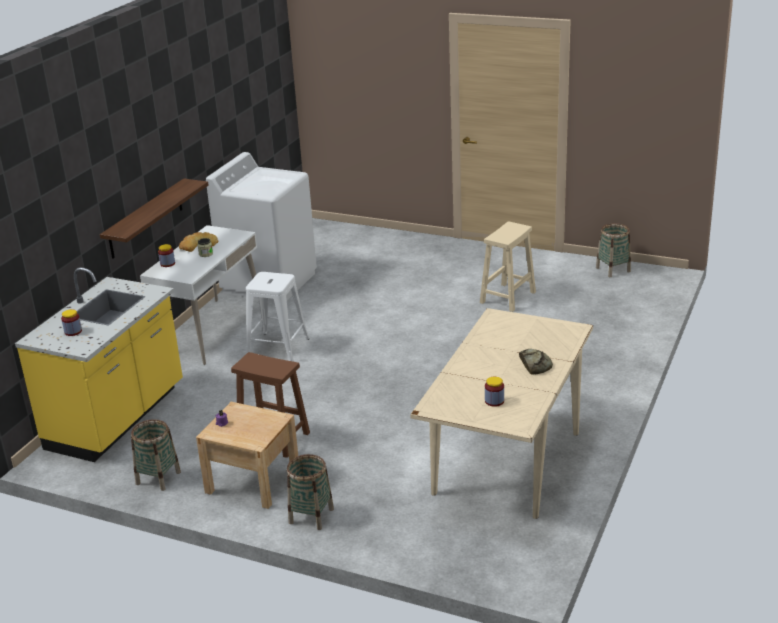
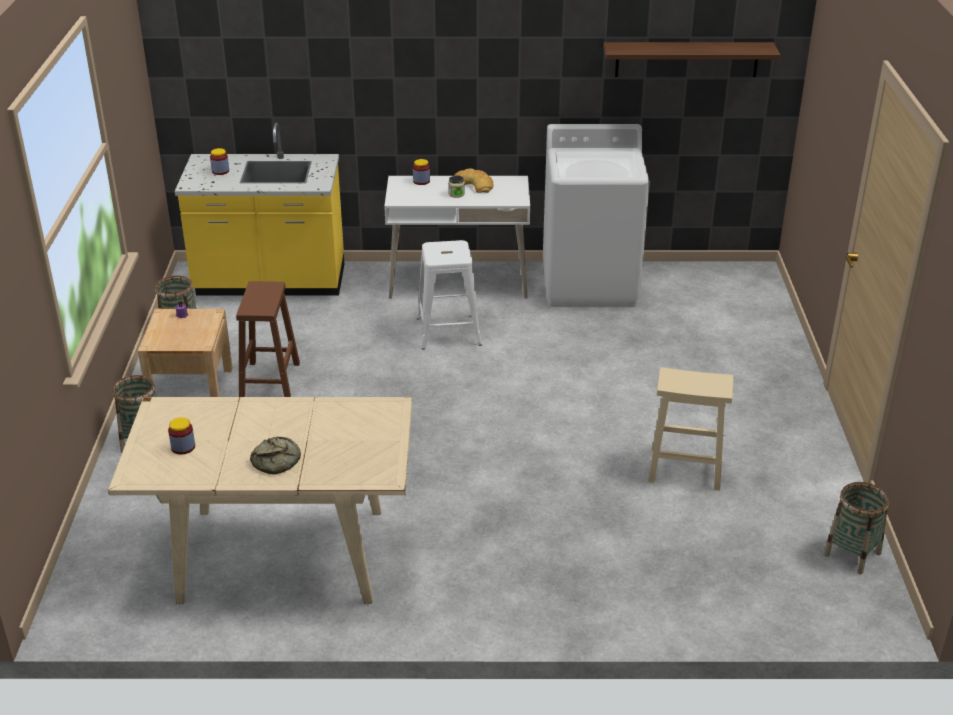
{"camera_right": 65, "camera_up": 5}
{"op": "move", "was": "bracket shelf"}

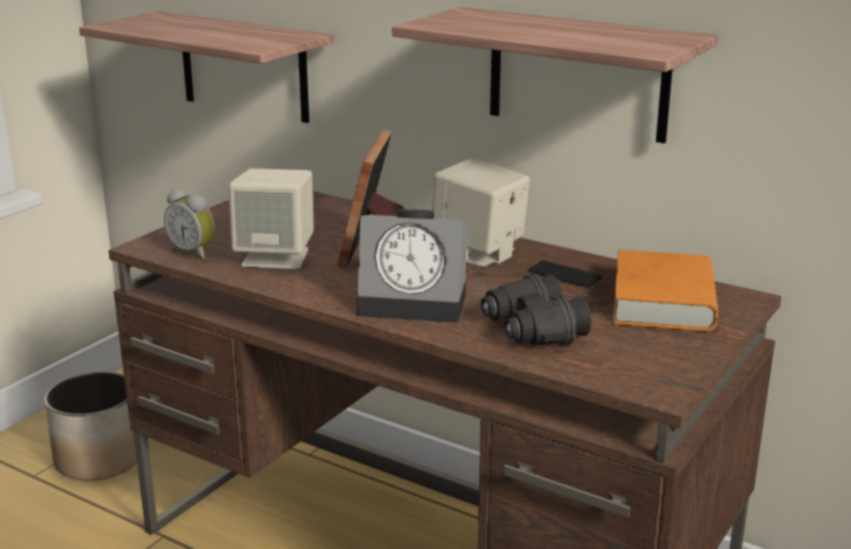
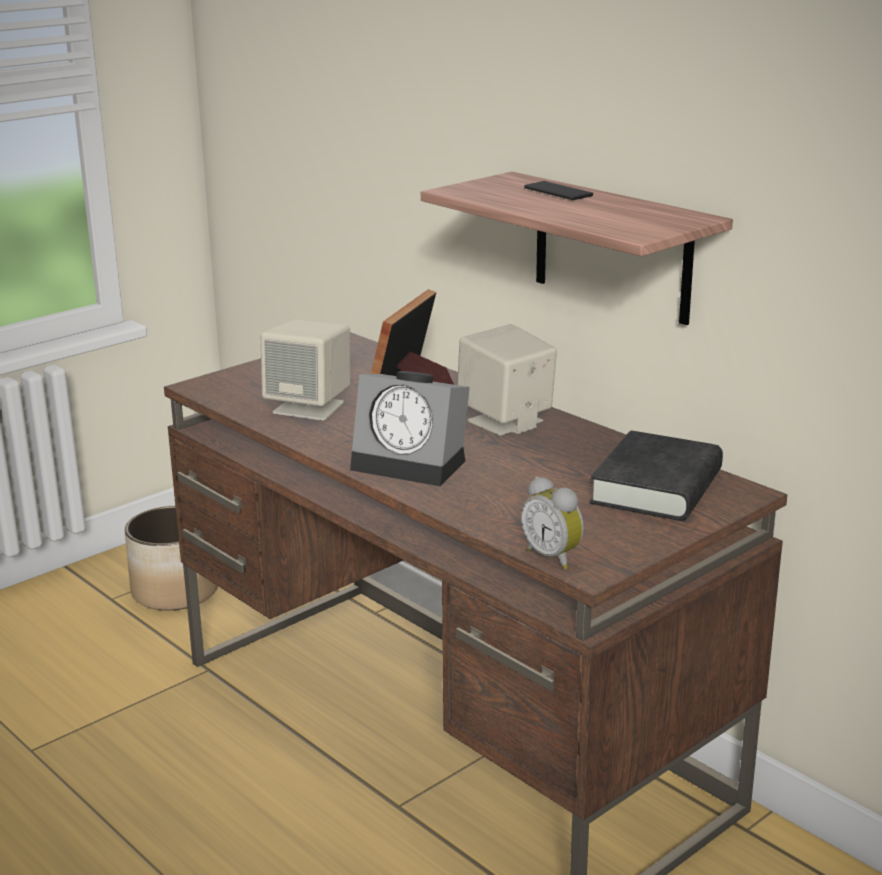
{"camera_right": 15, "camera_up": 0}
{"op": "delete", "was": "bracket shelf (1st from left)"}
{"op": "move", "was": "bedside clock (1st from left in the first image)", "now": "bedside clock (2nd from left)"}
{"op": "delete", "was": "black-coloured binoculars"}
{"op": "move", "was": "telephone"}
{"op": "recolor", "was": "orange volume", "now": "black-coloured volume"}

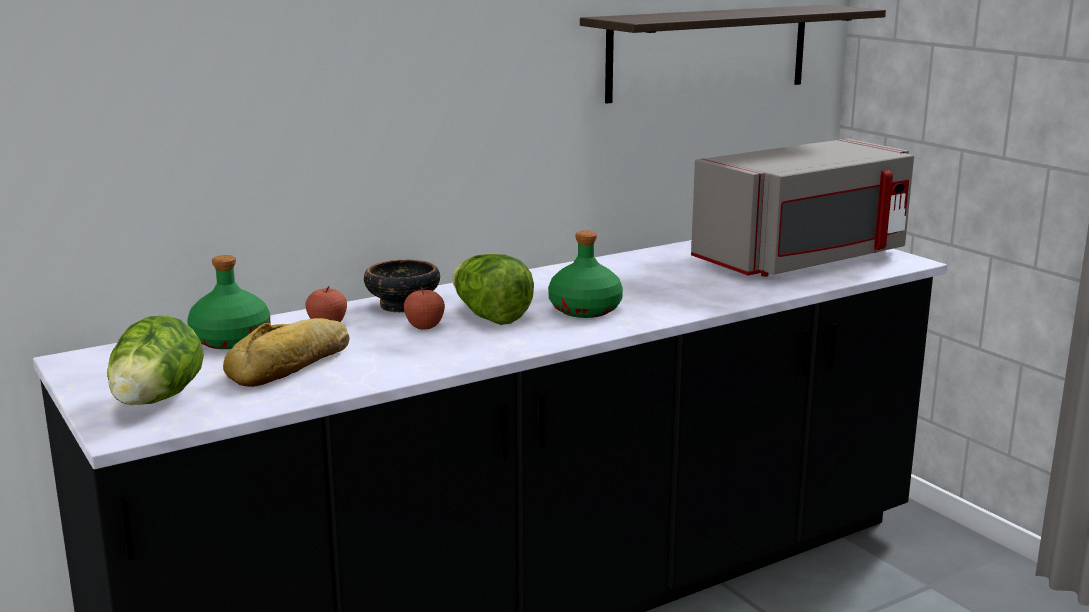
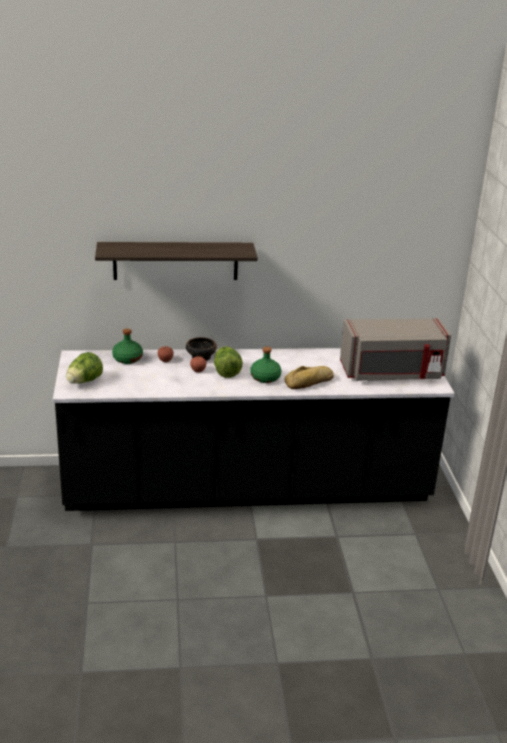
{"camera_right": 25, "camera_up": 10}
{"op": "move", "was": "baked bread"}
{"op": "move", "was": "bracket shelf"}

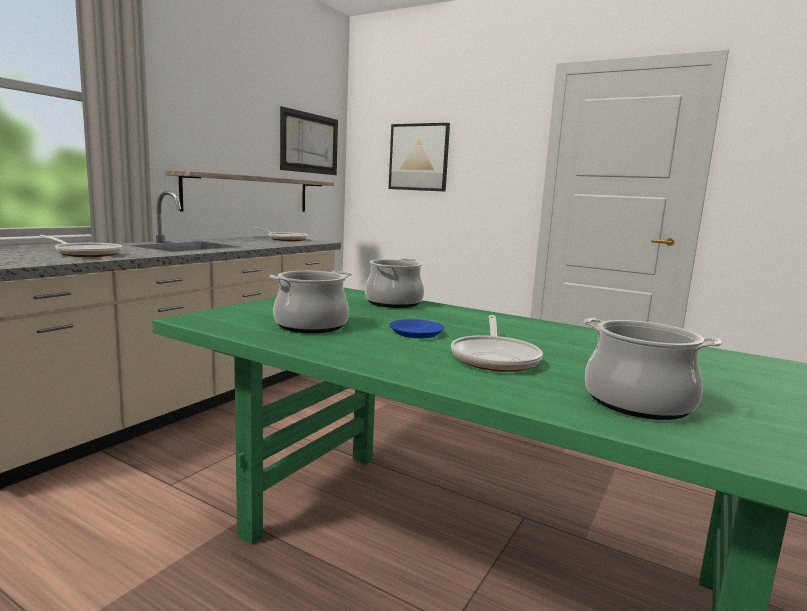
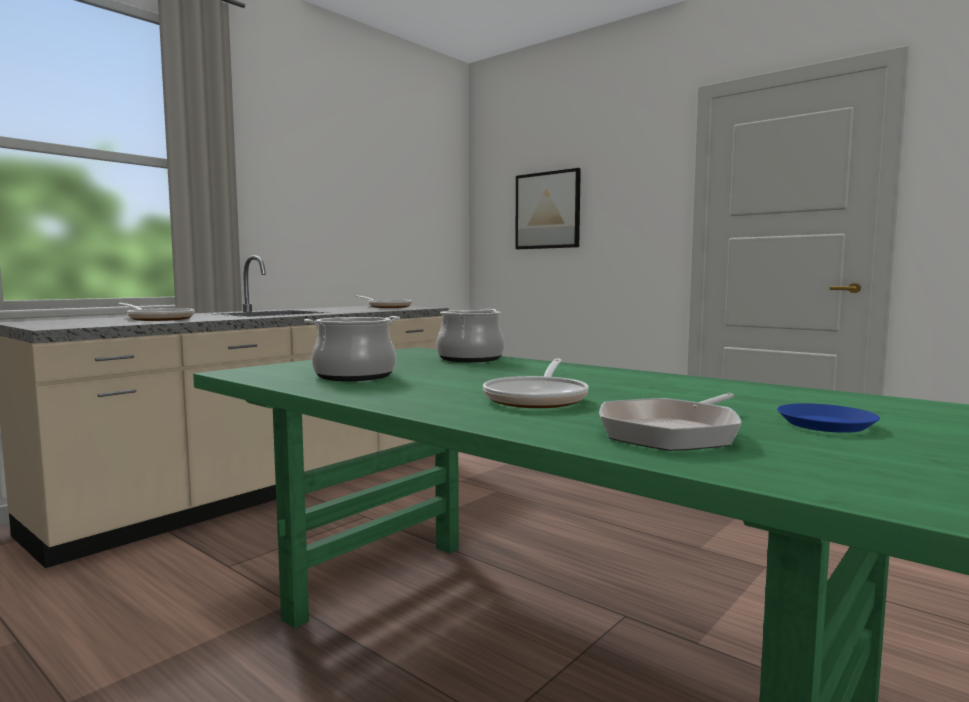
{"camera_right": 10, "camera_up": -5}
{"op": "delete", "was": "bracket shelf"}
{"op": "delete", "was": "picture (1st from left)"}
{"op": "move", "was": "blue-coloured plate"}
{"op": "replace", "was": "stockpot (3rd from left)", "now": "pan (4th from left)"}

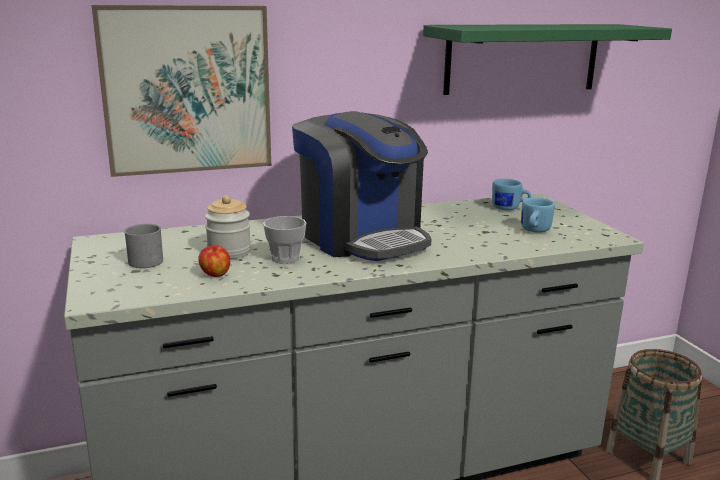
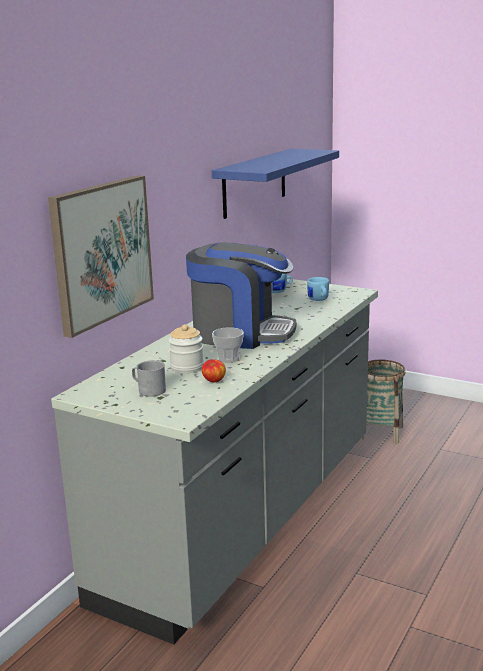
{"camera_right": -40, "camera_up": 0}
{"op": "recolor", "was": "green bracket shelf", "now": "blue-coloured bracket shelf"}

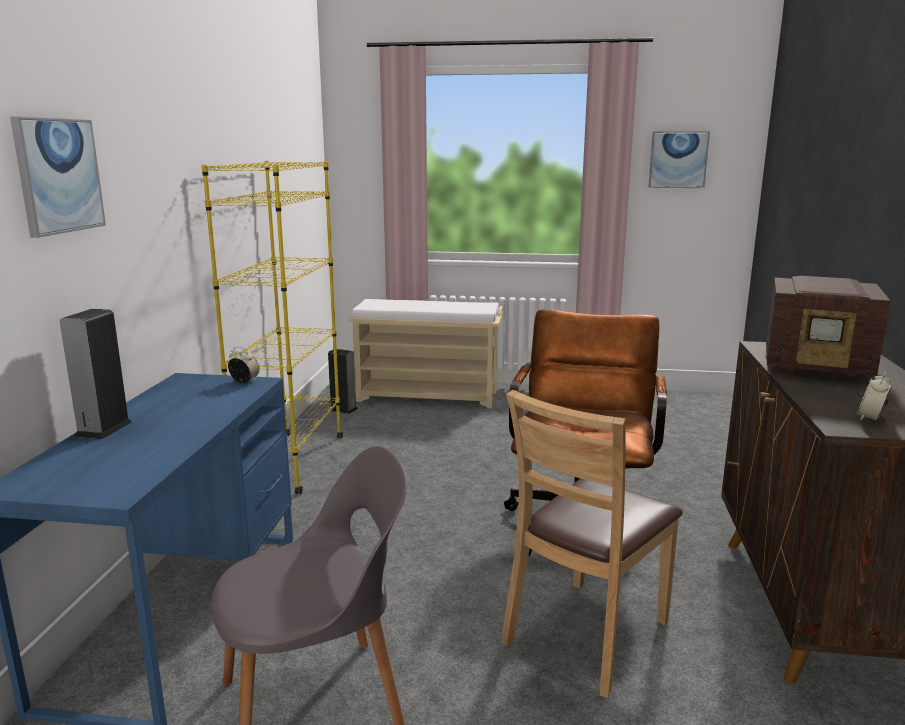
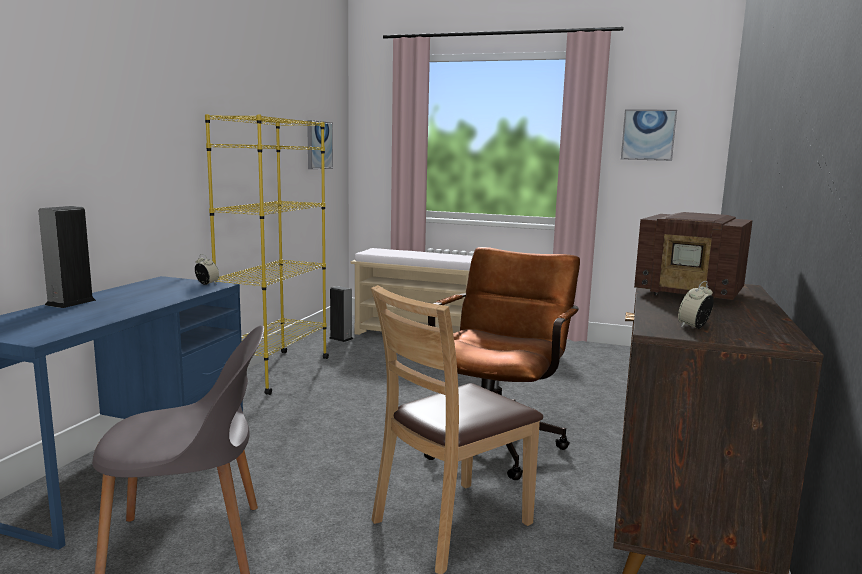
{"camera_right": 10, "camera_up": -5}
{"op": "move", "was": "picture (1st from left)"}

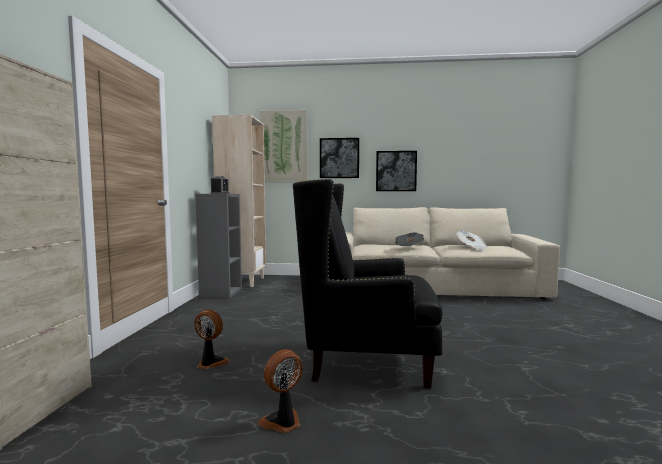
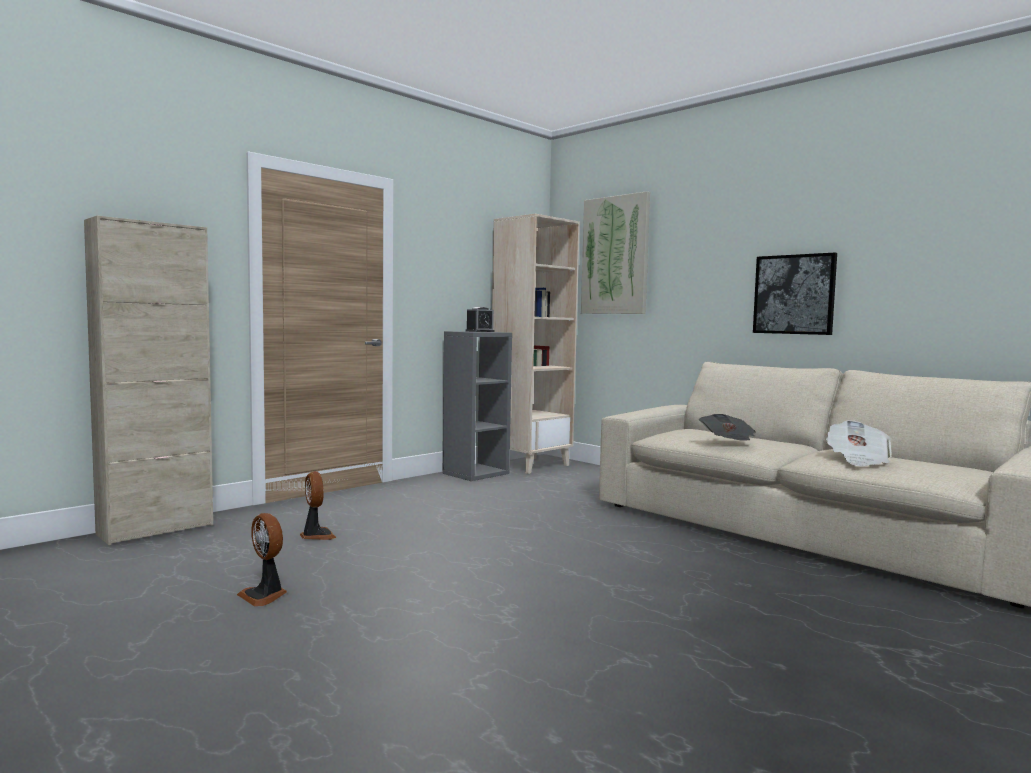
{"camera_right": 40, "camera_up": 0}
{"op": "rotate", "was": "electric fan (2nd from left in the first image)", "clockwise": -135}
{"op": "delete", "was": "black-coloured easy chair"}
{"op": "delete", "was": "picture (2nd from left)"}

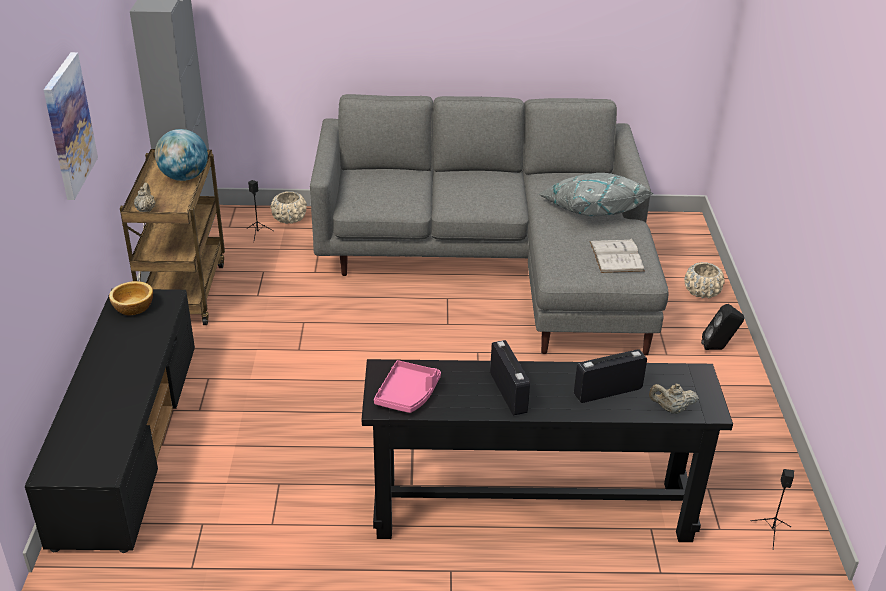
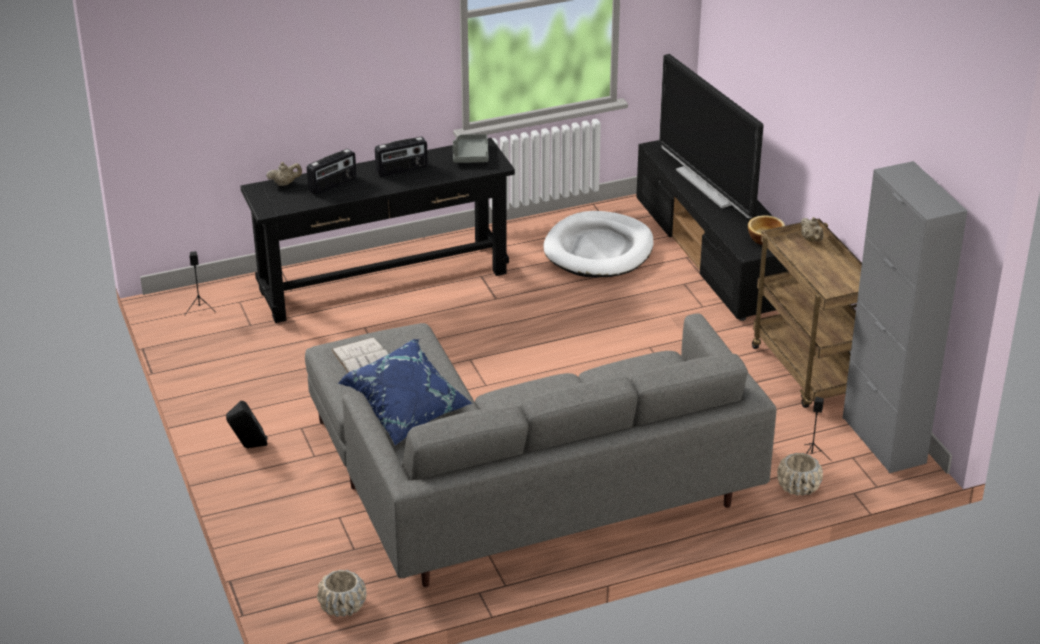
{"camera_right": 160, "camera_up": 0}
{"op": "delete", "was": "picture"}
{"op": "delete", "was": "desk globe"}
{"op": "recolor", "was": "pink tray", "now": "greyish tray"}
{"op": "rotate", "was": "radio set (1st from left in the first image)", "clockwise": -75}
{"op": "recolor", "was": "greyish pillow", "now": "blue-coloured pillow"}
{"op": "move", "was": "sand-coloured plant pot (2nd from left in the first image)", "now": "sand-coloured plant pot (1st from left)"}
{"op": "insert", "now": "whitish dog bed"}
{"op": "insert", "now": "TV set"}

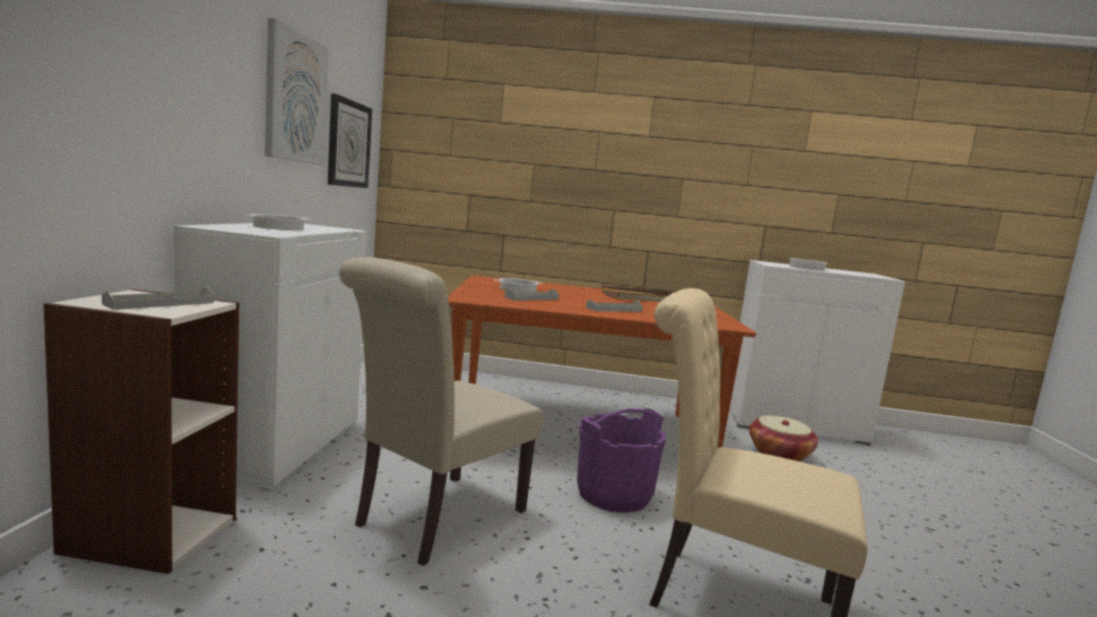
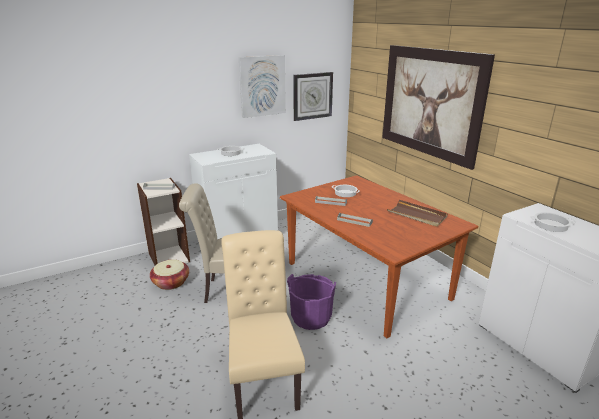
{"camera_right": 55, "camera_up": 15}
{"op": "move", "was": "storage basket"}
{"op": "insert", "now": "picture (2nd from left)"}

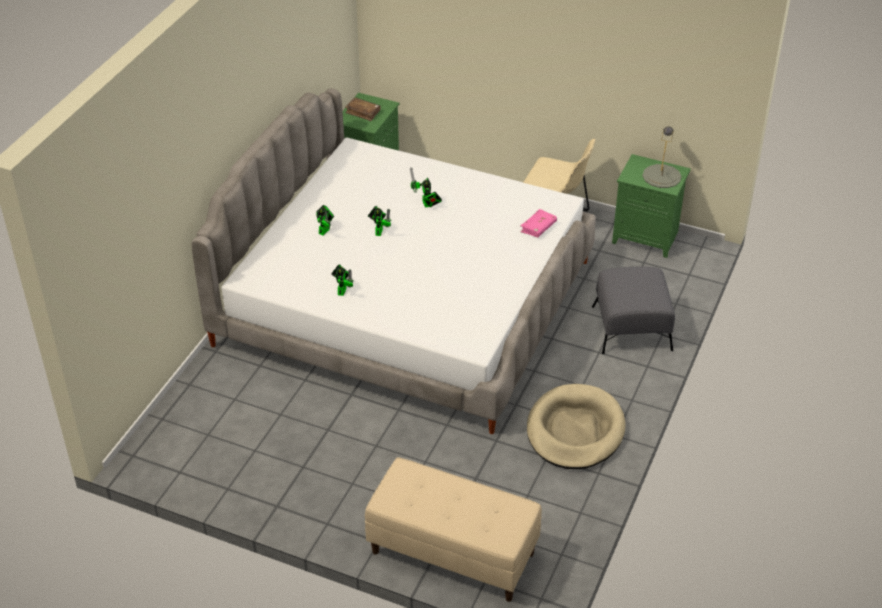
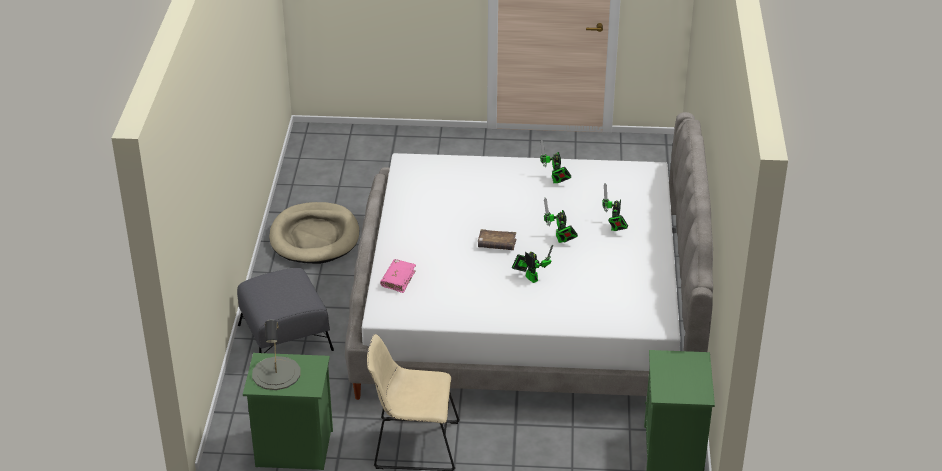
{"camera_right": 160, "camera_up": -5}
{"op": "move", "was": "brown-coloured volume"}
{"op": "delete", "was": "sand-coloured bench"}

